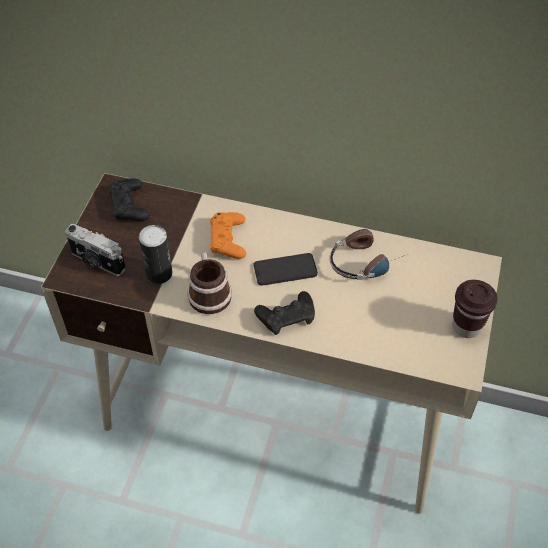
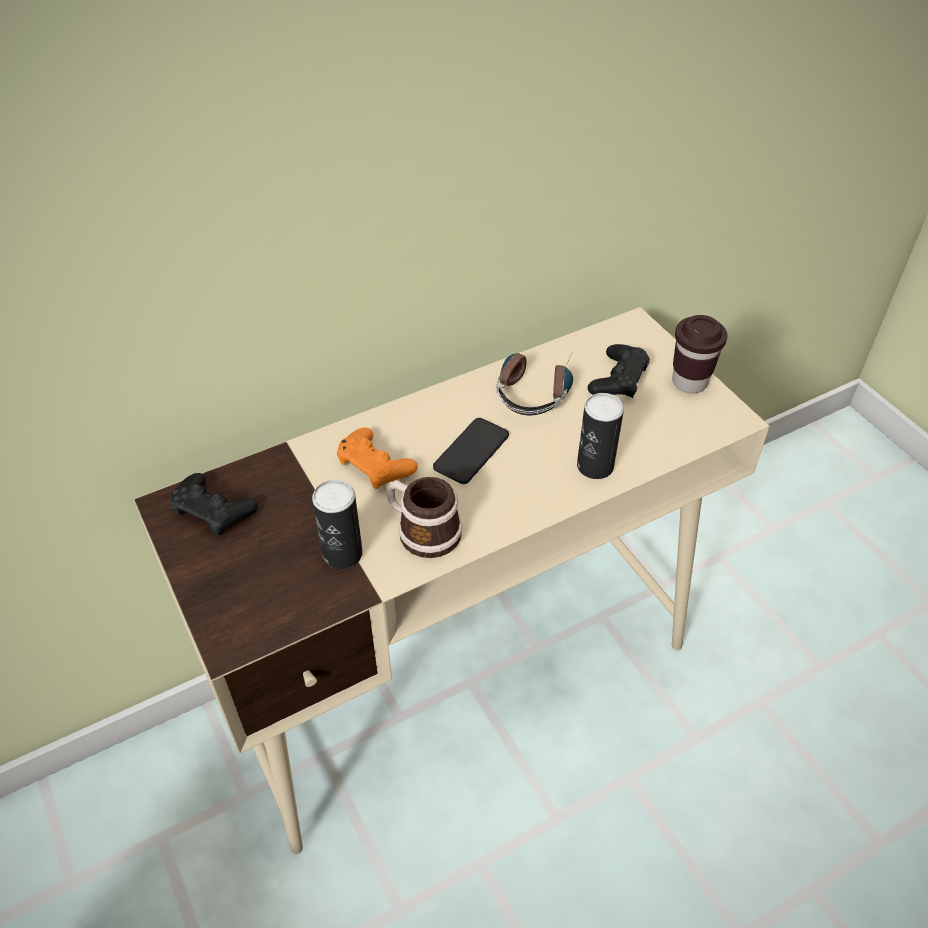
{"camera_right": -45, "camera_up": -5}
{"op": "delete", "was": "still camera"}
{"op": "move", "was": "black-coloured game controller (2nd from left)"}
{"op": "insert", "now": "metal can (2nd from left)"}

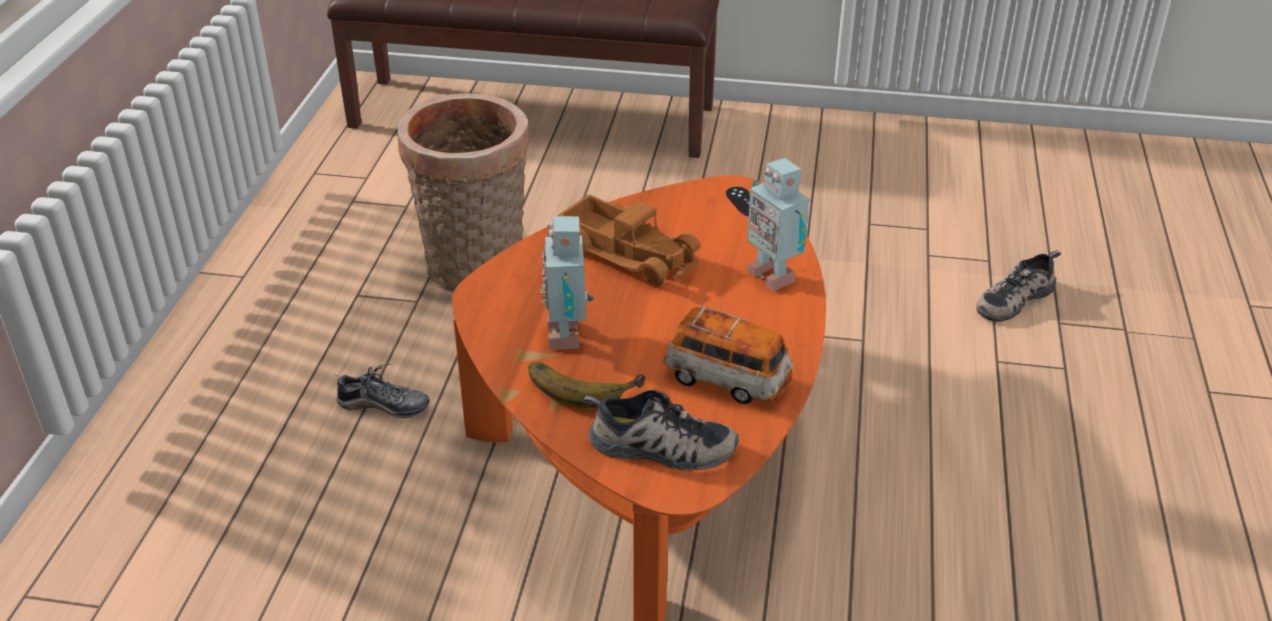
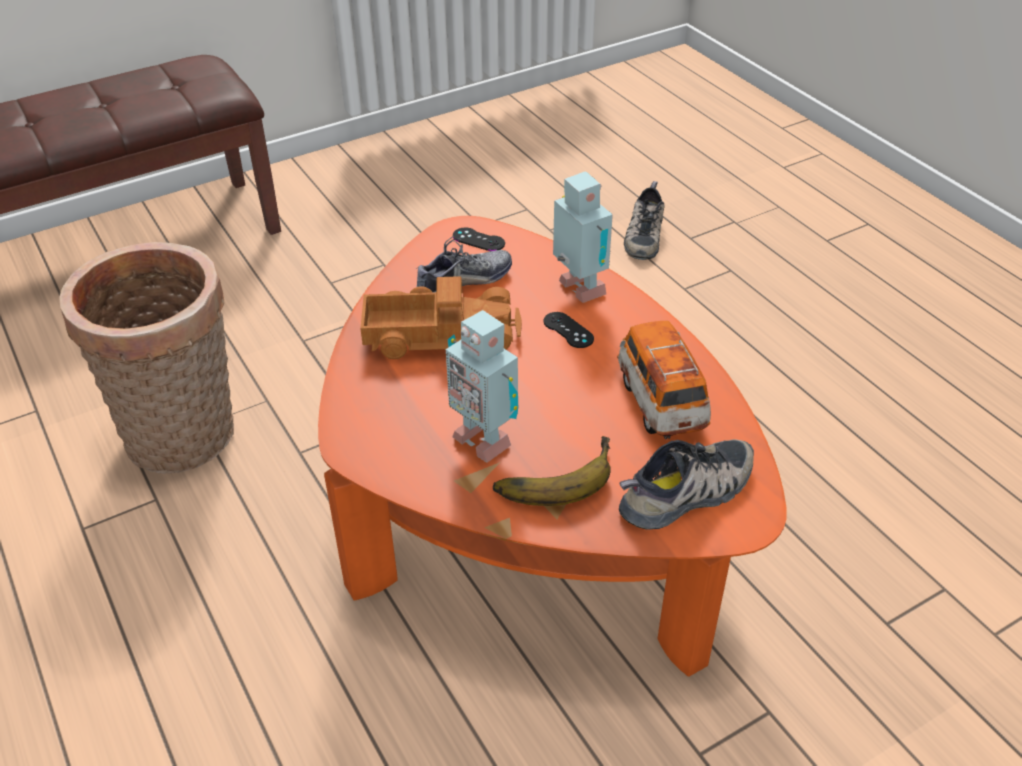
{"camera_right": -40, "camera_up": 5}
{"op": "move", "was": "shoe (1st from left)"}
{"op": "rotate", "was": "model car", "clockwise": -90}
{"op": "rotate", "was": "robot figure (2nd from left)", "clockwise": -135}
{"op": "insert", "now": "black-coloured game controller (2nd from left)"}

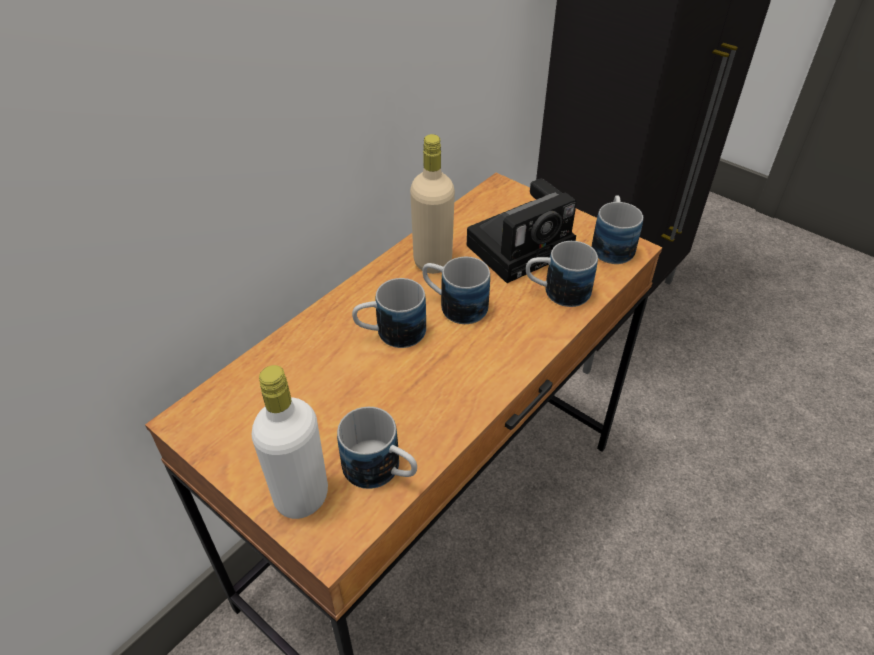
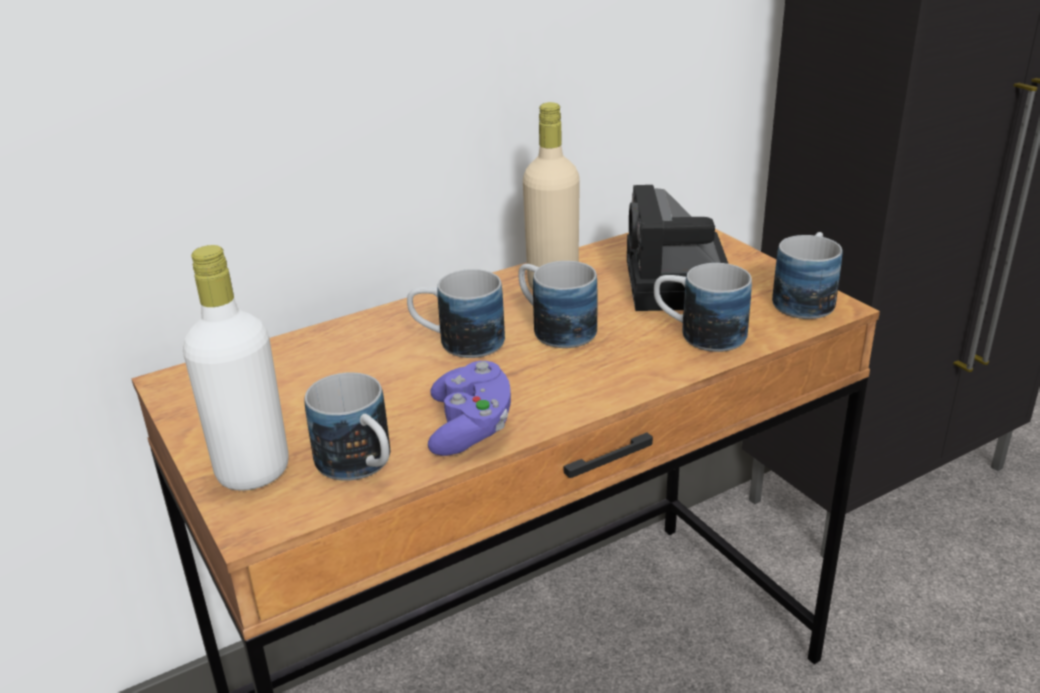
{"camera_right": 20, "camera_up": -15}
{"op": "rotate", "was": "still camera", "clockwise": 105}
{"op": "insert", "now": "purple game controller"}

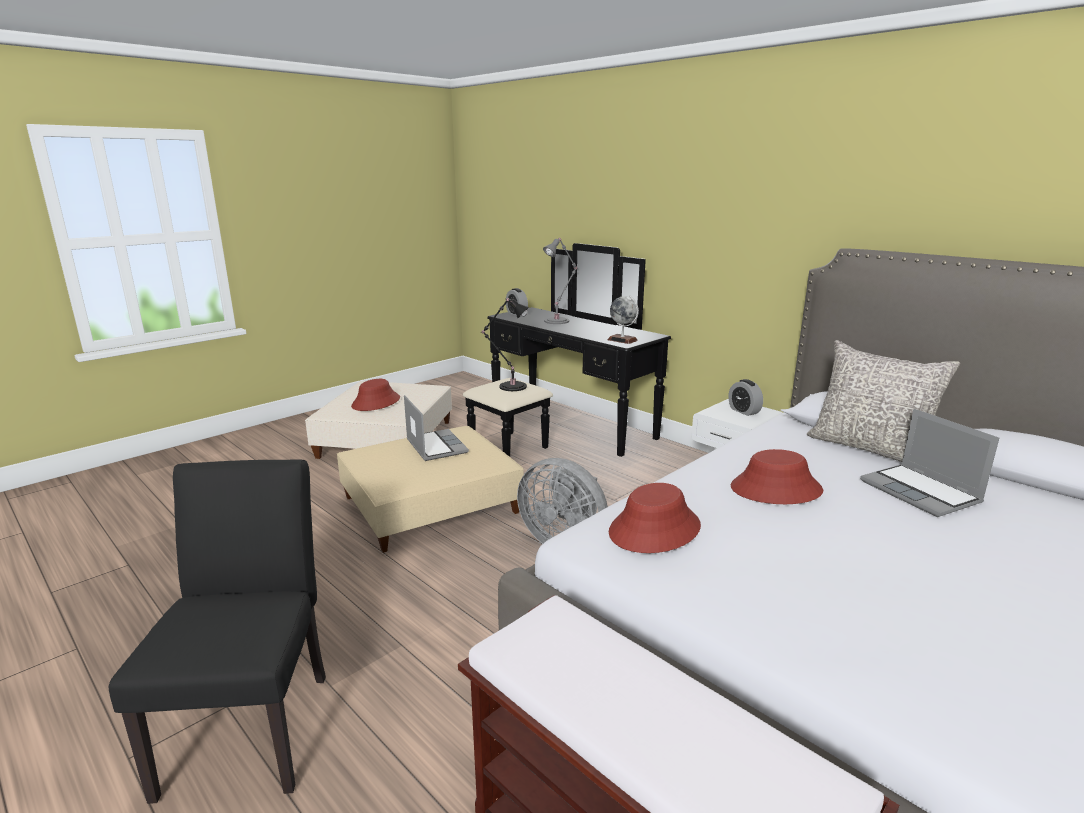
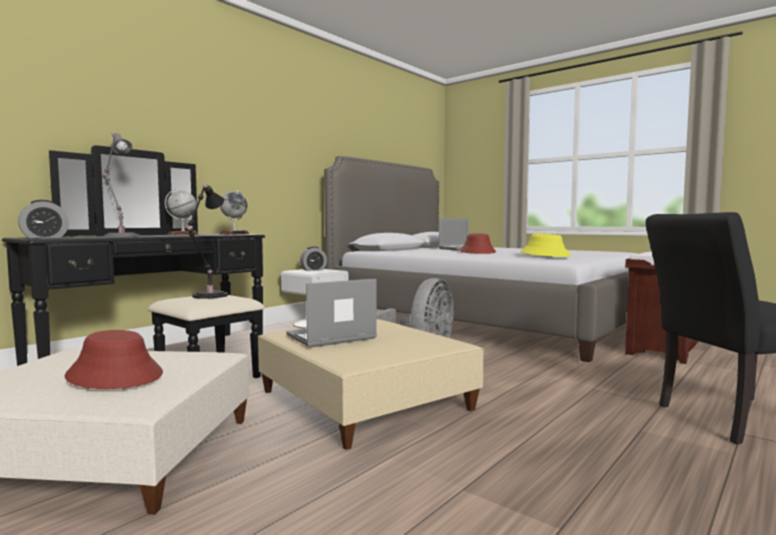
{"camera_right": -95, "camera_up": -15}
{"op": "recolor", "was": "red-coloured clothing hat (2nd from left)", "now": "yellow-coloured clothing hat"}
{"op": "delete", "was": "greyish pillow"}
{"op": "insert", "now": "desk globe (1st from left)"}

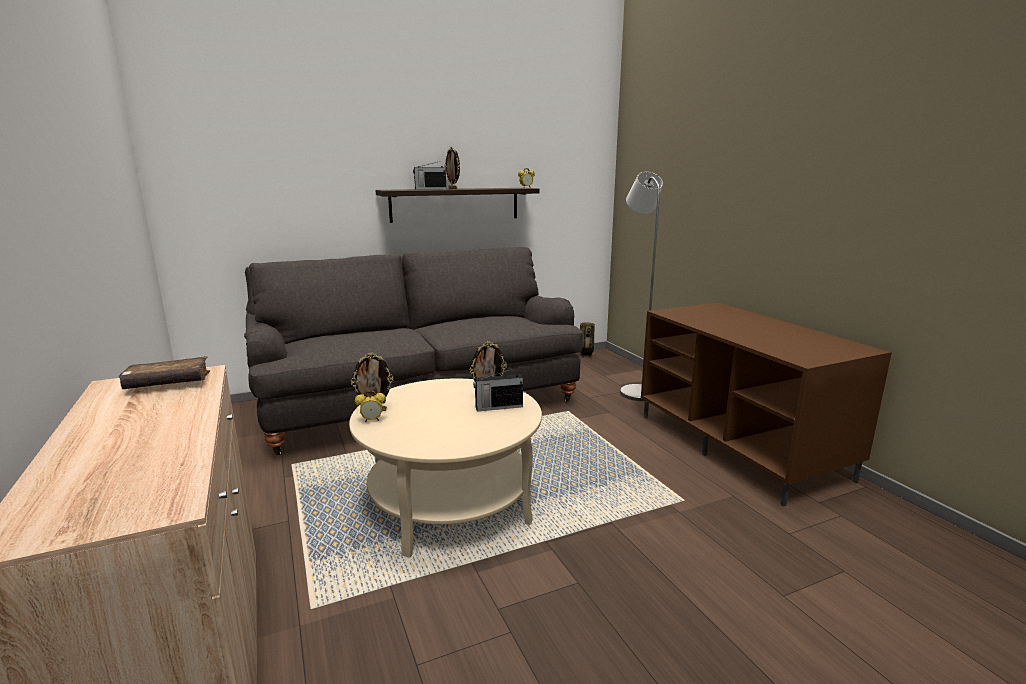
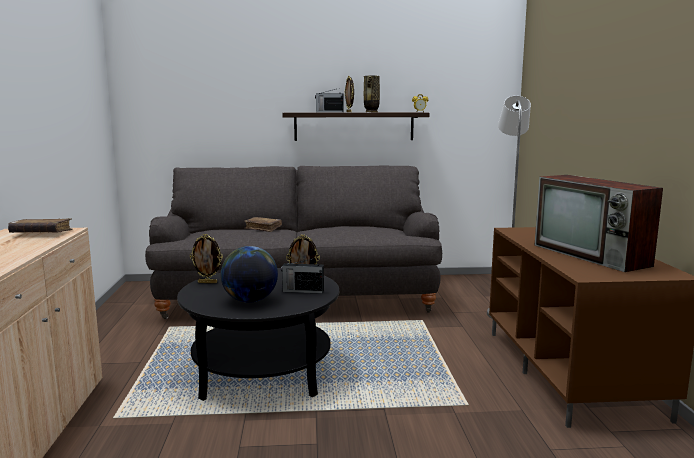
{"camera_right": 20, "camera_up": -5}
{"op": "recolor", "was": "sand-coloured low table", "now": "black-coloured low table"}
{"op": "delete", "was": "bedside clock (1st from left)"}
{"op": "move", "was": "vase"}
{"op": "insert", "now": "desk globe"}
{"op": "insert", "now": "brown-coloured volume (2nd from left)"}
{"op": "insert", "now": "TV set"}

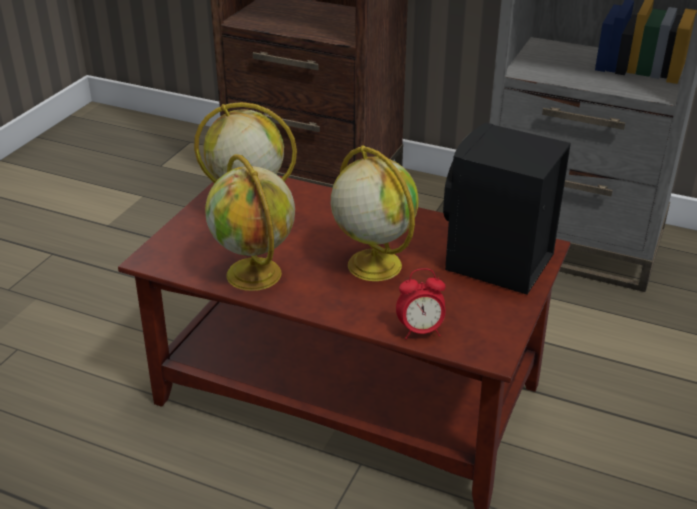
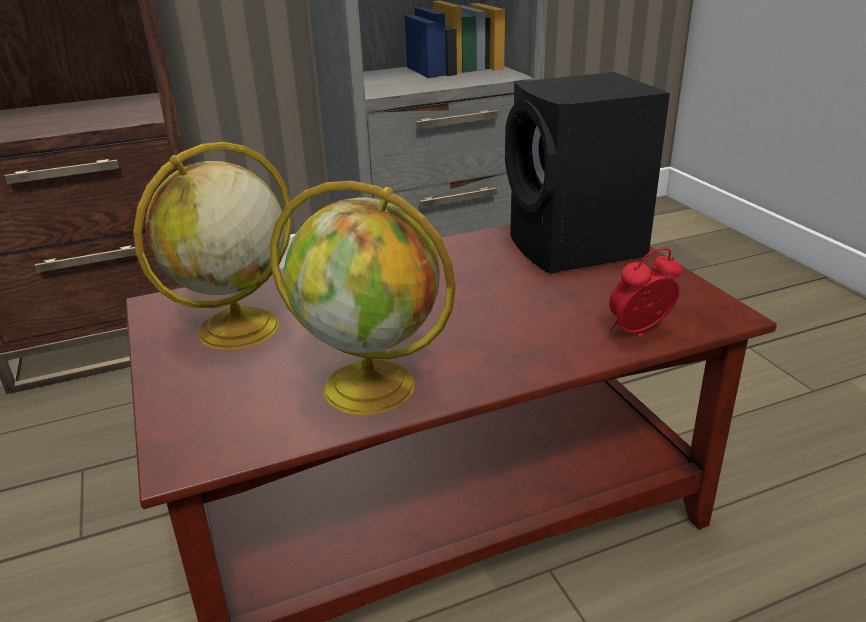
{"camera_right": -45, "camera_up": -5}
{"op": "delete", "was": "desk globe (3rd from left)"}
{"op": "rotate", "was": "bedside clock", "clockwise": -150}

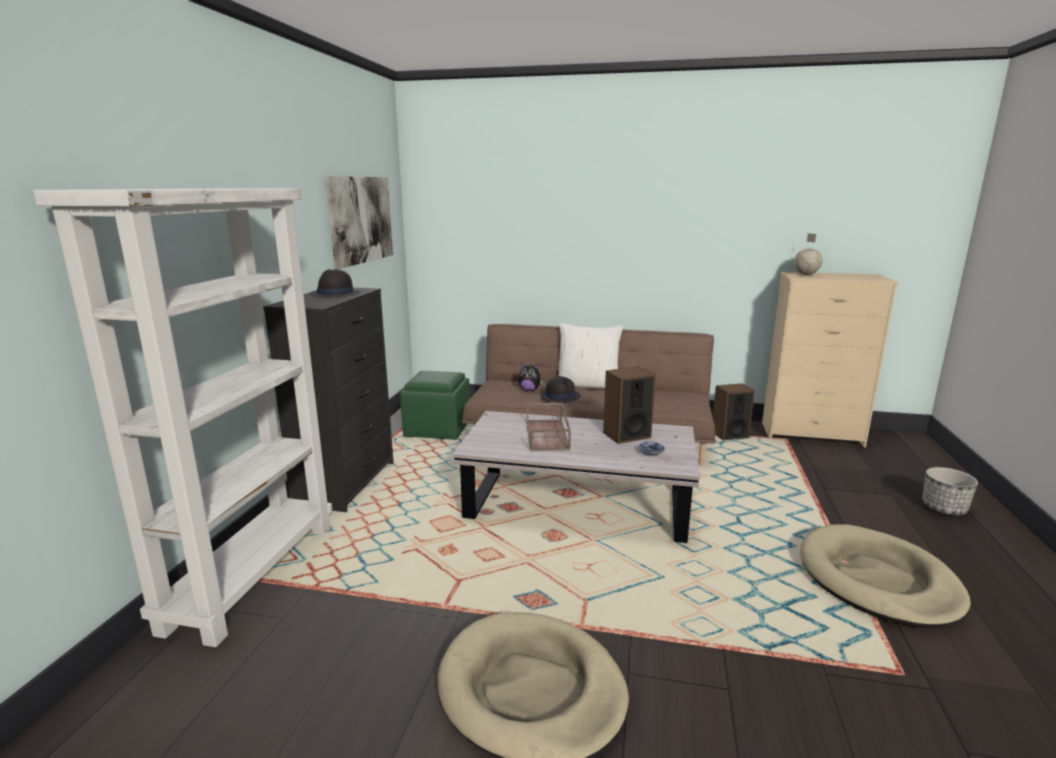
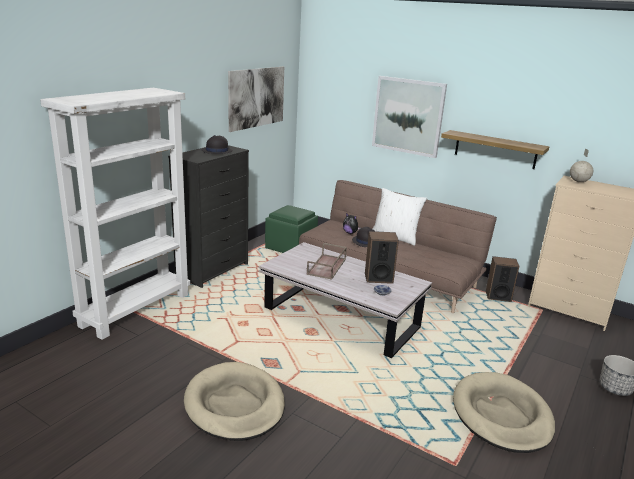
{"camera_right": 20, "camera_up": 5}
{"op": "insert", "now": "picture (2nd from left)"}
{"op": "insert", "now": "bracket shelf"}

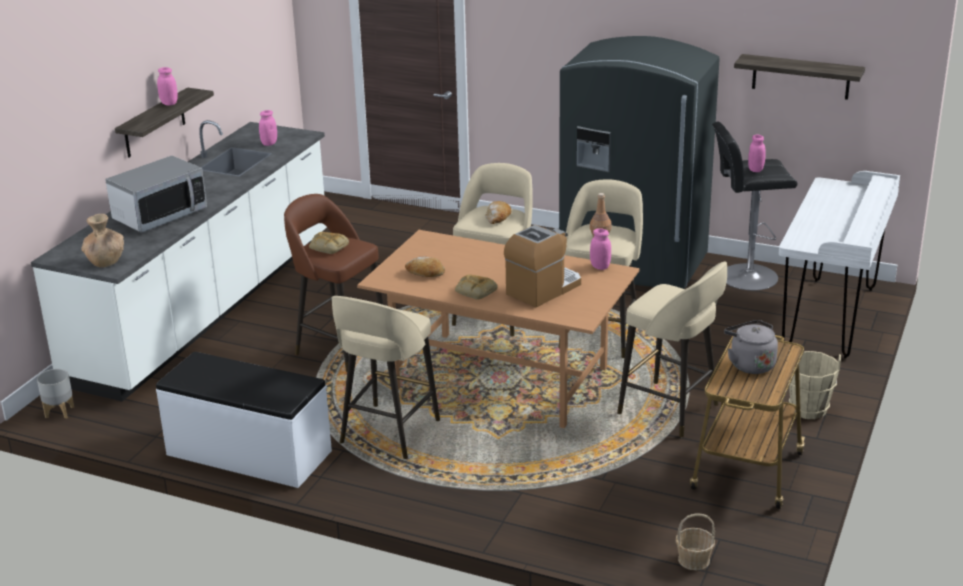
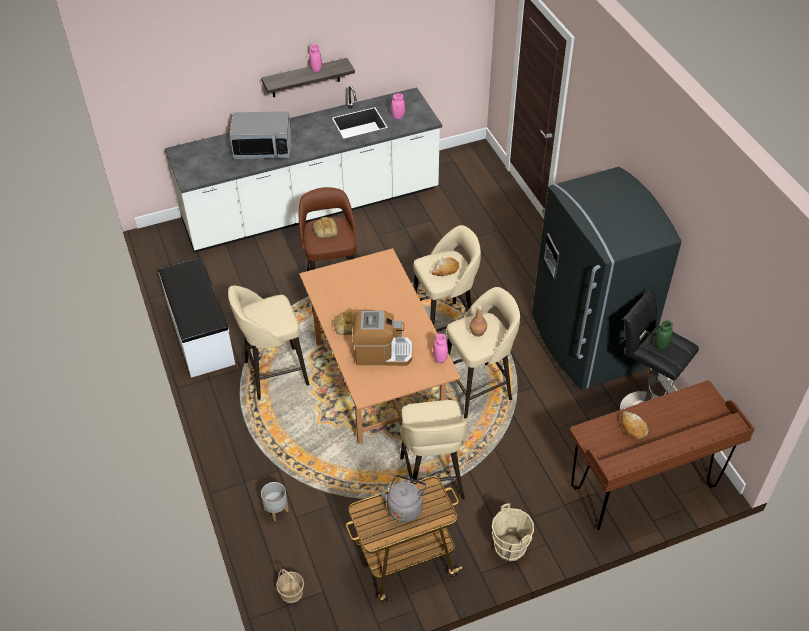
{"camera_right": 45, "camera_up": 20}
{"op": "move", "was": "greyish plant pot"}
{"op": "delete", "was": "brown-coloured vase"}
{"op": "move", "was": "baked bread (2nd from left in the first image)", "now": "baked bread (4th from left)"}
{"op": "delete", "was": "bracket shelf (2nd from left)"}
{"op": "recolor", "was": "pink jar (4th from left)", "now": "green jar"}
{"op": "recolor", "was": "whitish desk unit", "now": "brown-coloured desk unit"}

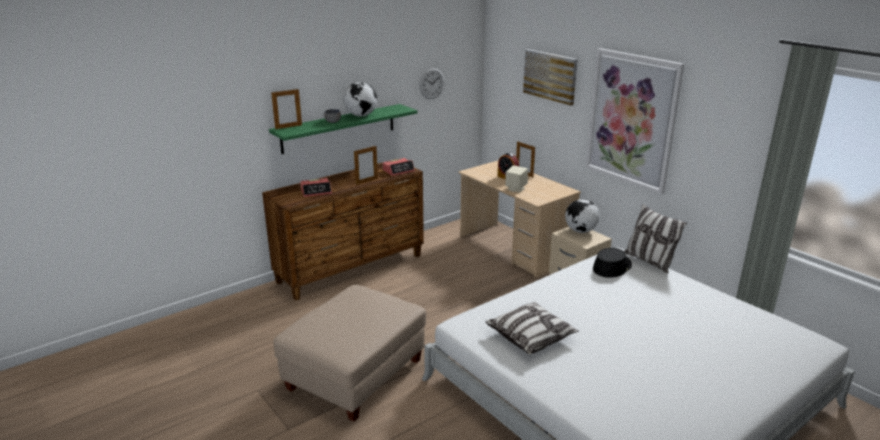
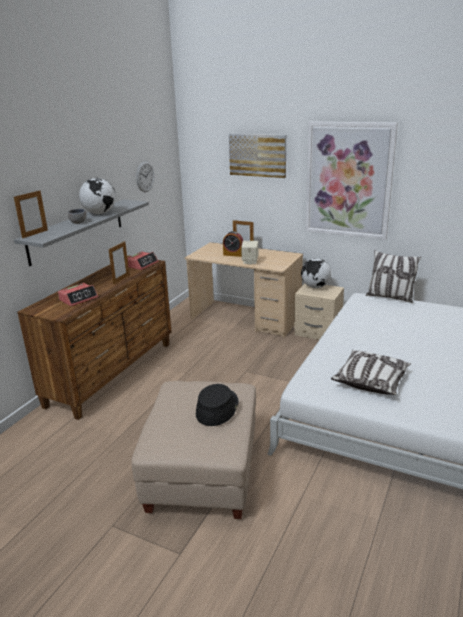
{"camera_right": -25, "camera_up": 0}
{"op": "recolor", "was": "green bracket shelf", "now": "greyish bracket shelf"}
{"op": "move", "was": "black-coloured clothing hat"}

